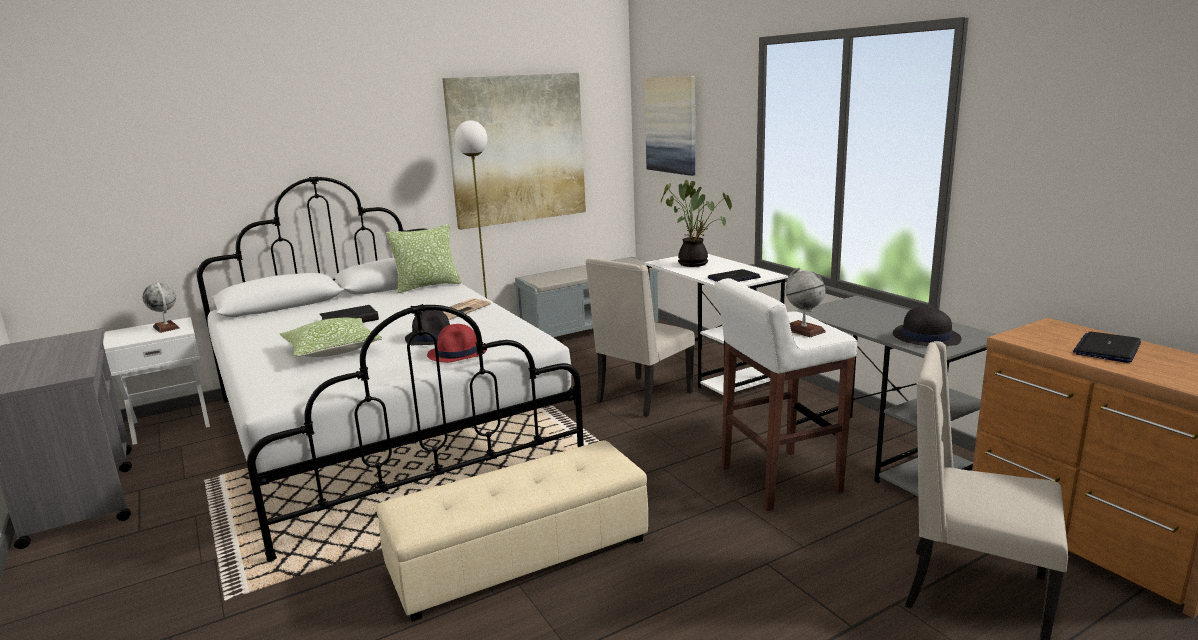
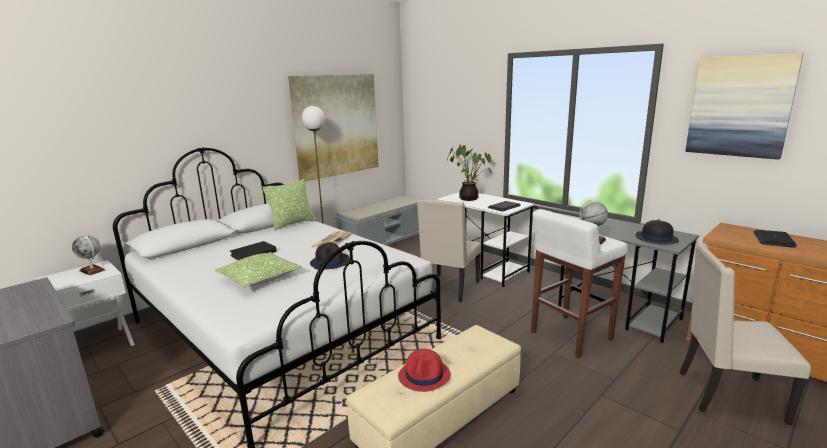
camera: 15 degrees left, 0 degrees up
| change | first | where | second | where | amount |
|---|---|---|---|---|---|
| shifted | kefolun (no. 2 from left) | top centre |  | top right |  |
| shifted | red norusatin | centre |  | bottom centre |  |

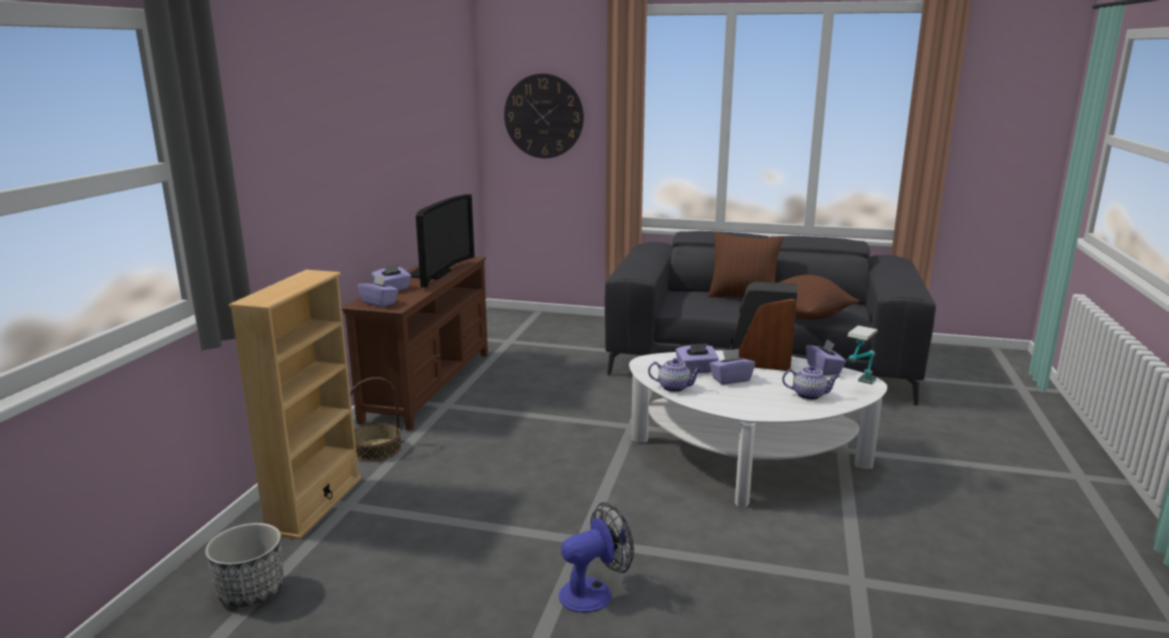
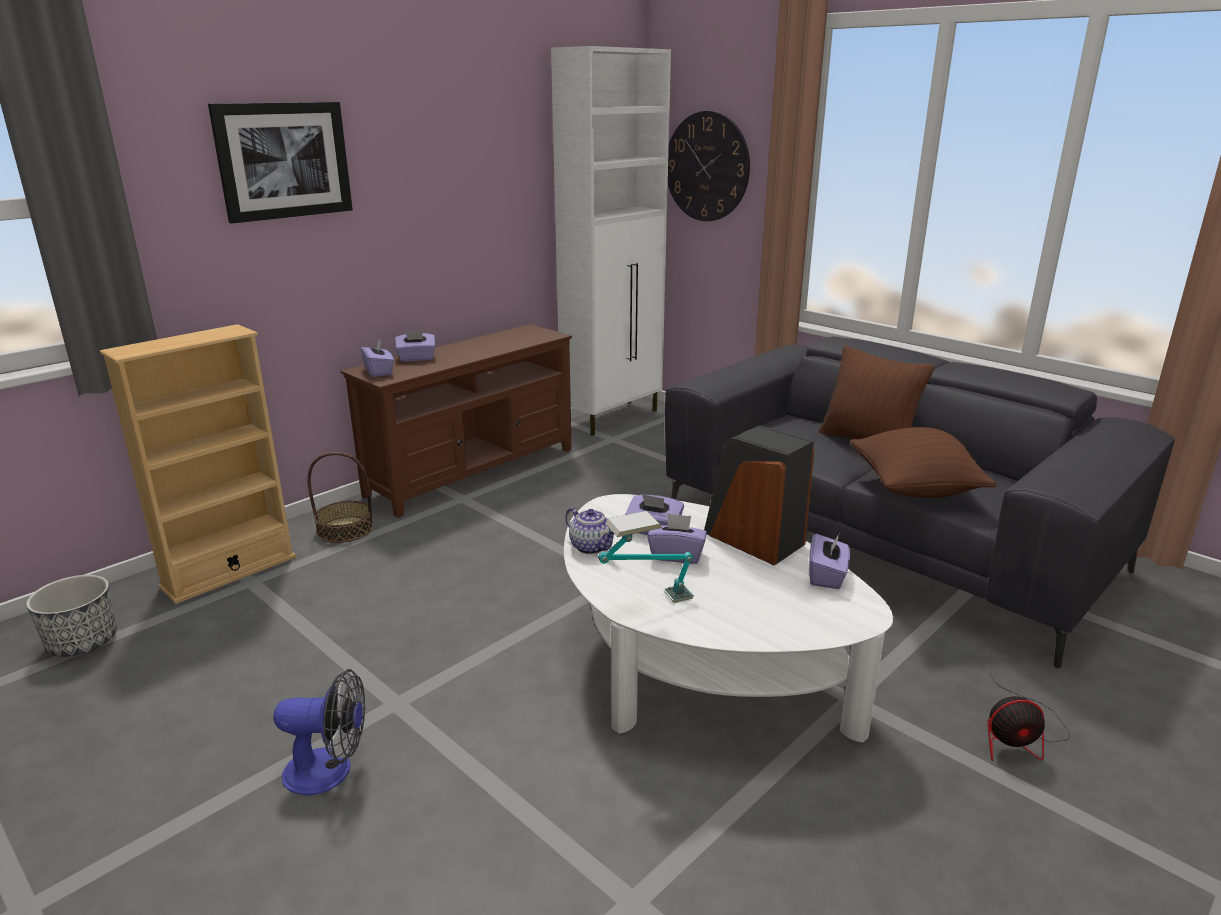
camera: 30 degrees right, 5 degrees up
| change | first | where | second | where | amount |
|---|---|---|---|---|---|
| gone | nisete | centre |  |  |  |
| shifted | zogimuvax | middle right |  | centre |  |
| gone | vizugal (no. 2 from left) | middle right |  |  |  |
| new |  |  | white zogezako | top centre |  |
| new |  |  | kefolun | top left |  |
| new |  |  | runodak (no. 2 from left) | bottom right |  |

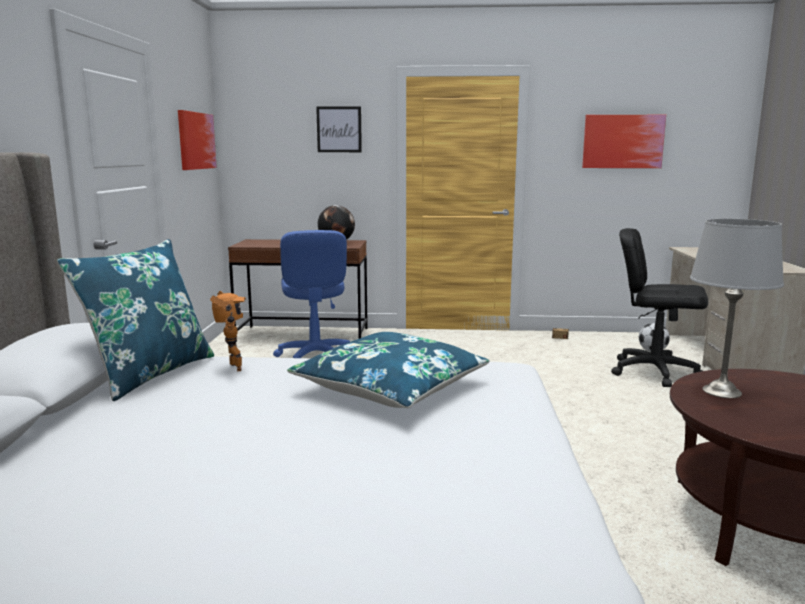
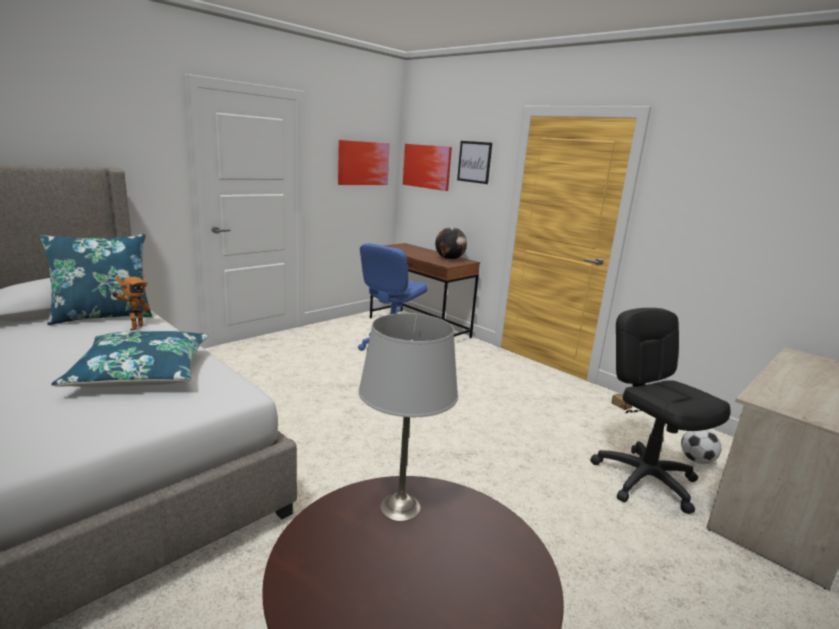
camera: 40 degrees right, 5 degrees up
| change | first | where | second | where | amount |
|---|---|---|---|---|---|
| shifted | kefolun (no. 3 from left in the first image) | top right | kefolun (no. 2 from left) | top centre |  |

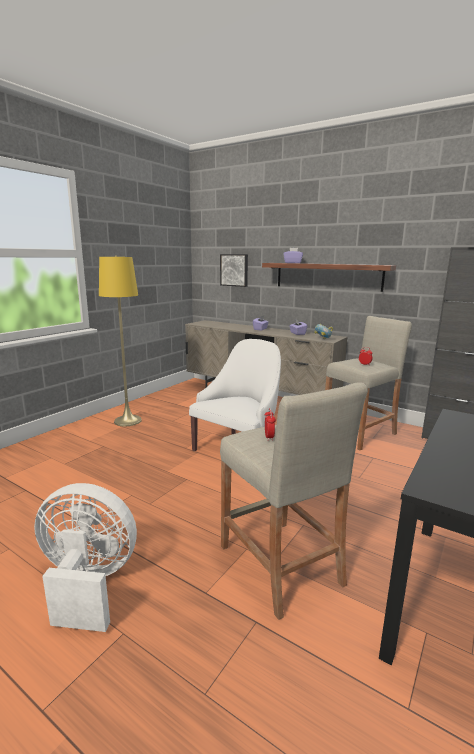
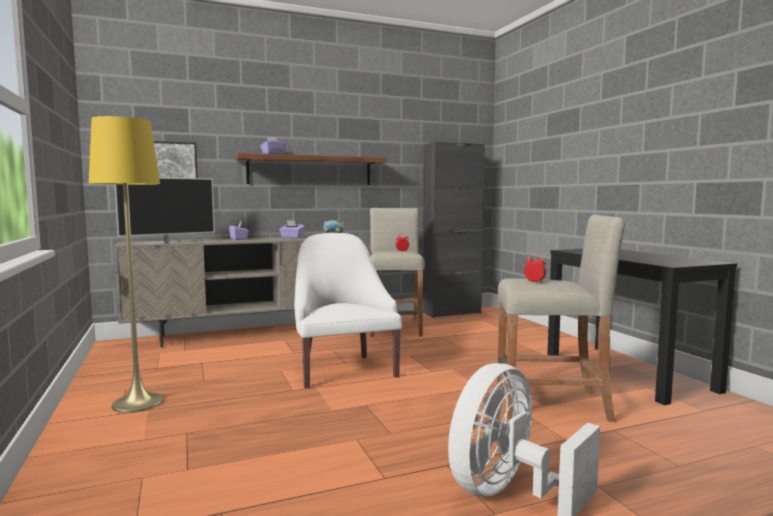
camera: 55 degrees left, 10 degrees down
| change | first | where | second | where | amount |
|---|---|---|---|---|---|
| new |  |  | nisete | middle left |  |

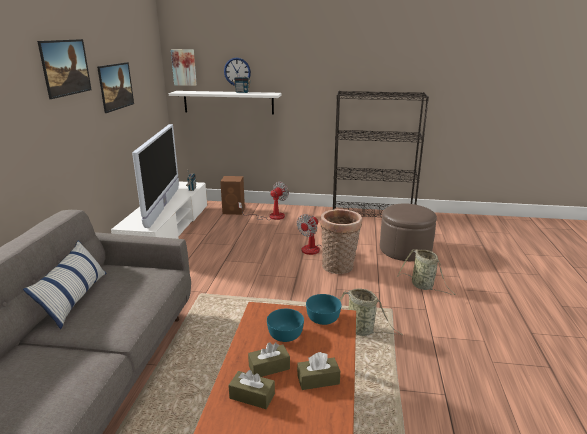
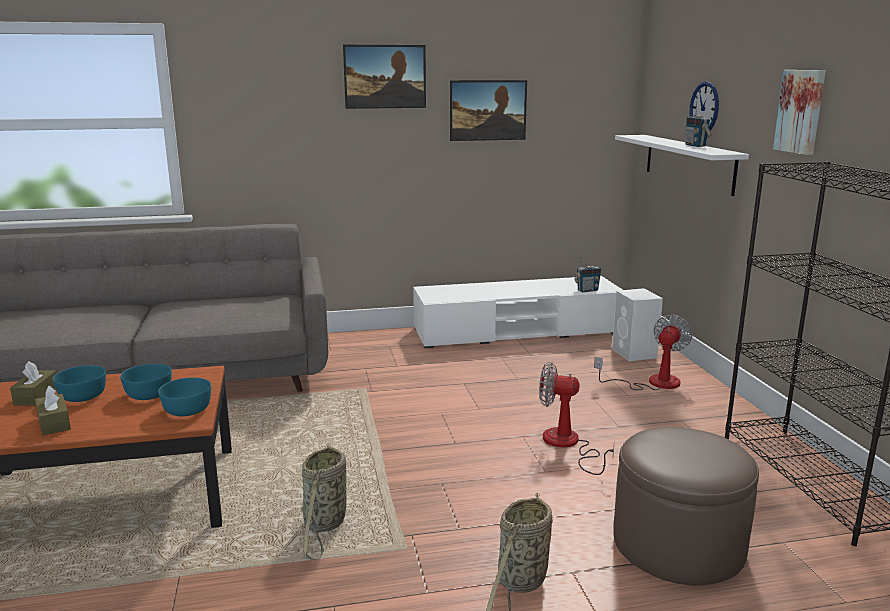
camera: 70 degrees right, 5 degrees down
| change | first | where | second | where | amount |
|---|---|---|---|---|---|
| shifted | kefolun (no. 3 from left) | top left |  | top right |  |
| gone | nisete | middle left |  |  |  |
| repainted | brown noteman | centre | white noteman | middle right |  |
| rotated | runodak (no. 1 from left in the first image) | centre | runodak (no. 2 from left) | middle right | 75 degrees counterclockwise |
| gone | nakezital (no. 1 from left) | centre |  |  |  |
| gone | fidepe | middle left |  |  |  |
| swapped | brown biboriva (no. 2 from left) | bottom centre | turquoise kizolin (no. 1 from left) | middle left |  |

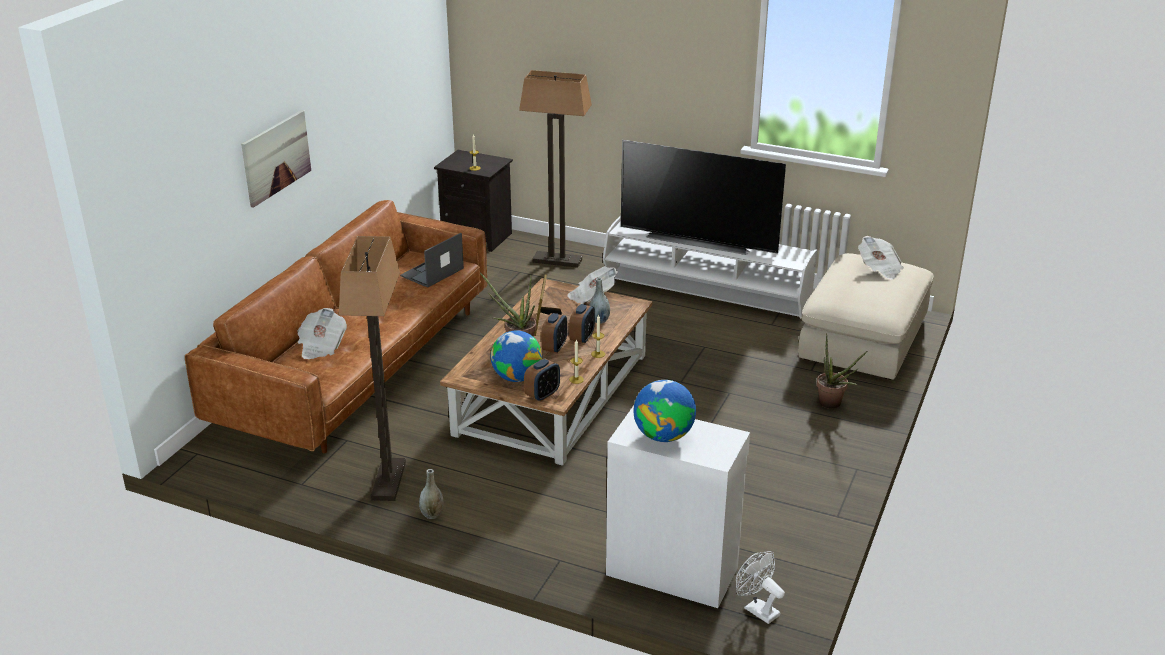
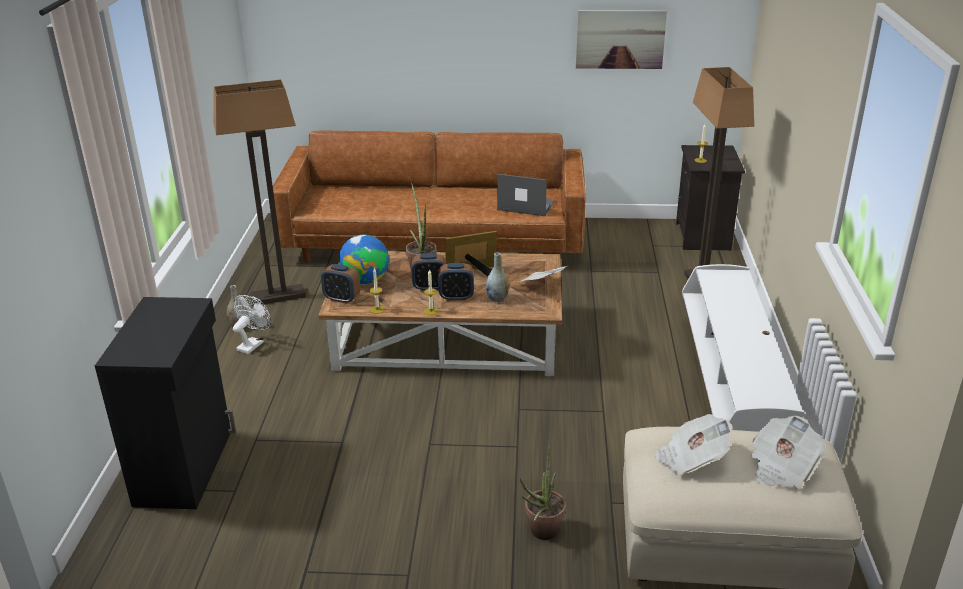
camera: 70 degrees right, 0 degrees up
| change | first | where | second | where | amount |
|---|---|---|---|---|---|
| shifted | kefolun | top left |  | top centre |  |
| gone | nisete | top centre |  |  |  |
| shifted | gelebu (no. 1 from left in the first image) | middle left | gelebu (no. 2 from left) | bottom right |  |
| gone | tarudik (no. 2 from left) | centre |  |  |  |
| repainted | white zogezako | bottom centre | black zogezako | bottom left |  |
| shifted | white runodak | bottom centre |  | middle left |  |

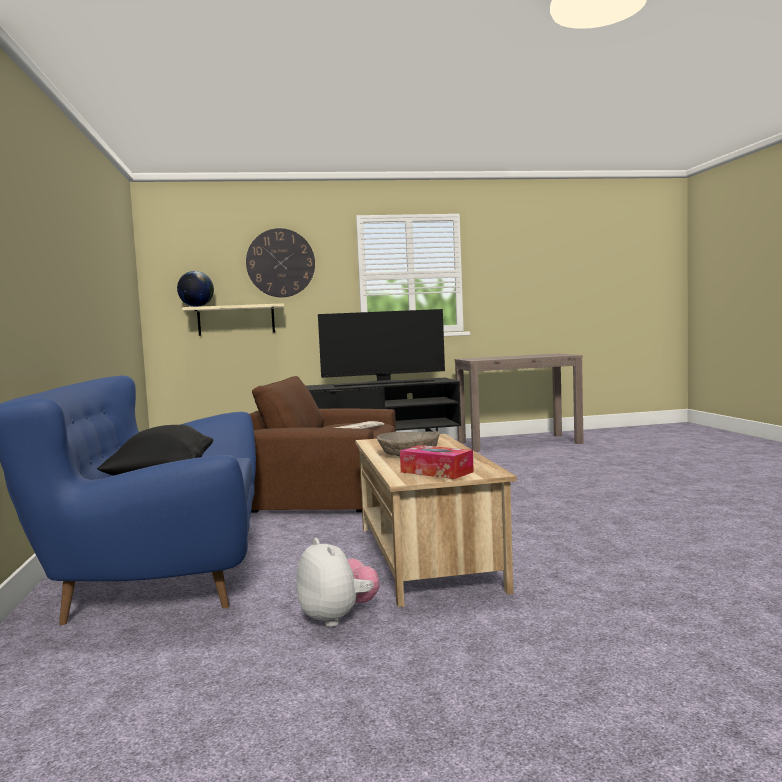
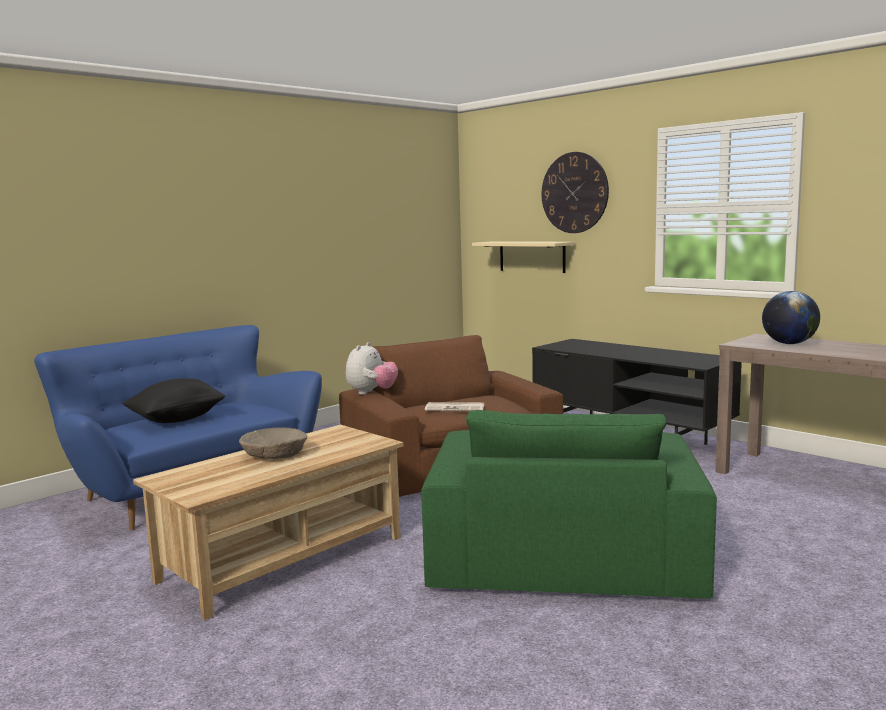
camera: 55 degrees right, 5 degrees up
| change | first | where | second | where | amount |
|---|---|---|---|---|---|
| shifted | tarudik | middle left |  | middle right |  |
| gone | nisete | centre |  |  |  |
| gone | biboriva | centre |  |  |  |
| shifted | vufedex | bottom centre |  | centre |  |
| new |  |  | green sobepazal | bottom centre |  |

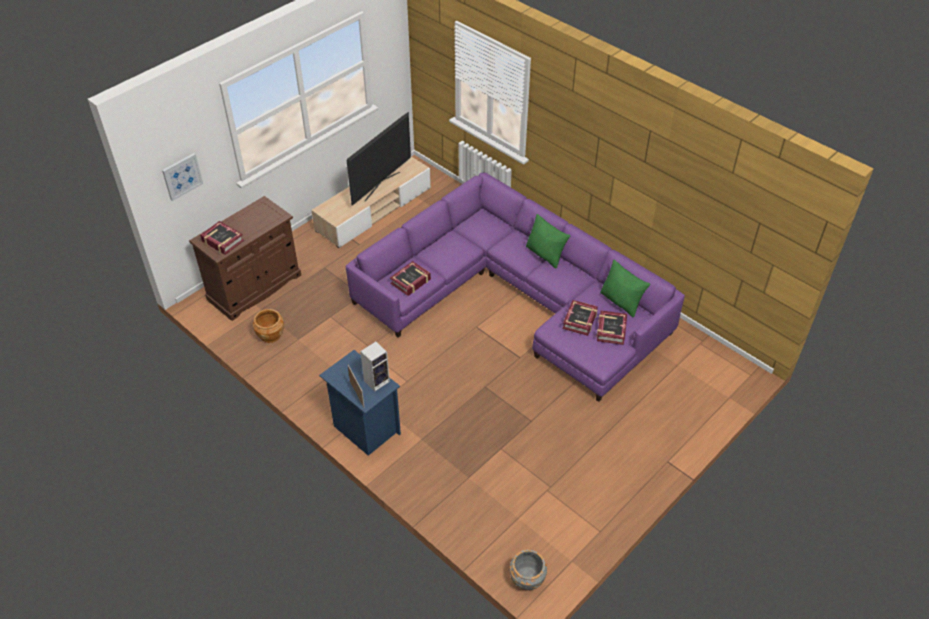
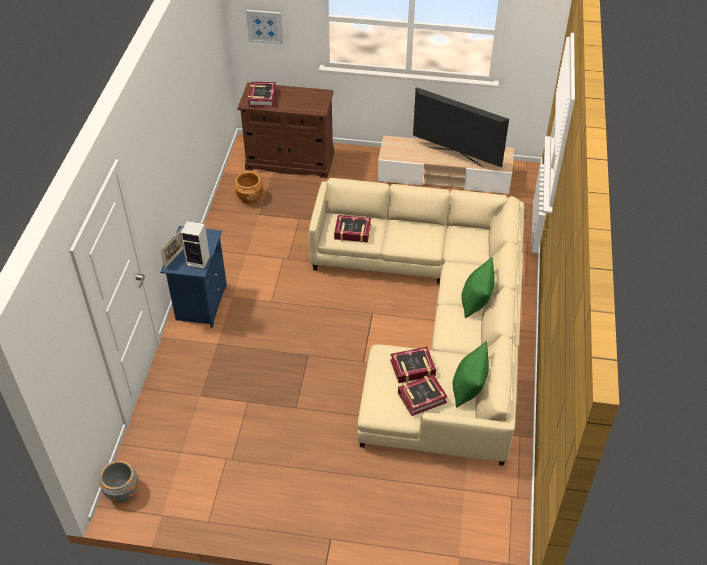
camera: 55 degrees right, 0 degrees up
| change | first | where | second | where | amount |
|---|---|---|---|---|---|
| rotated | nisete | top centre |  | top centre | 150 degrees counterclockwise |
| repainted | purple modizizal | centre | beige modizizal | centre |  |

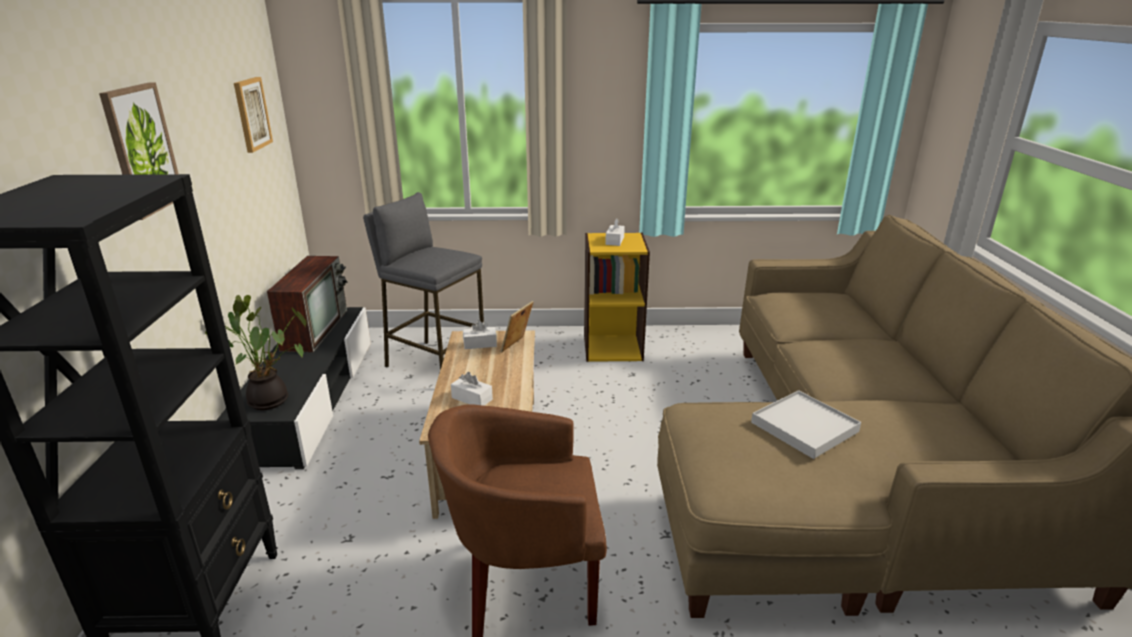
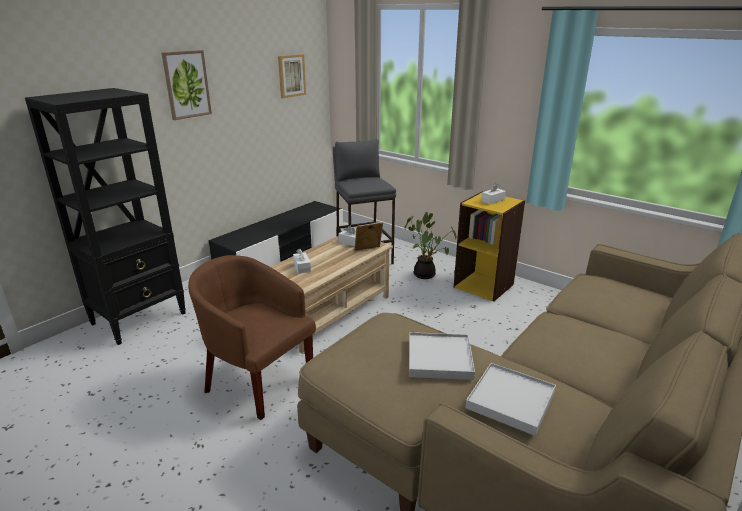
camera: 40 degrees right, 0 degrees up
| change | first | where | second | where | amount |
|---|---|---|---|---|---|
| gone | nisete | middle left |  |  |  |
| shifted | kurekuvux | middle left |  | centre |  |
| new |  |  | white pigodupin (no. 2 from left) | bottom right |  |

